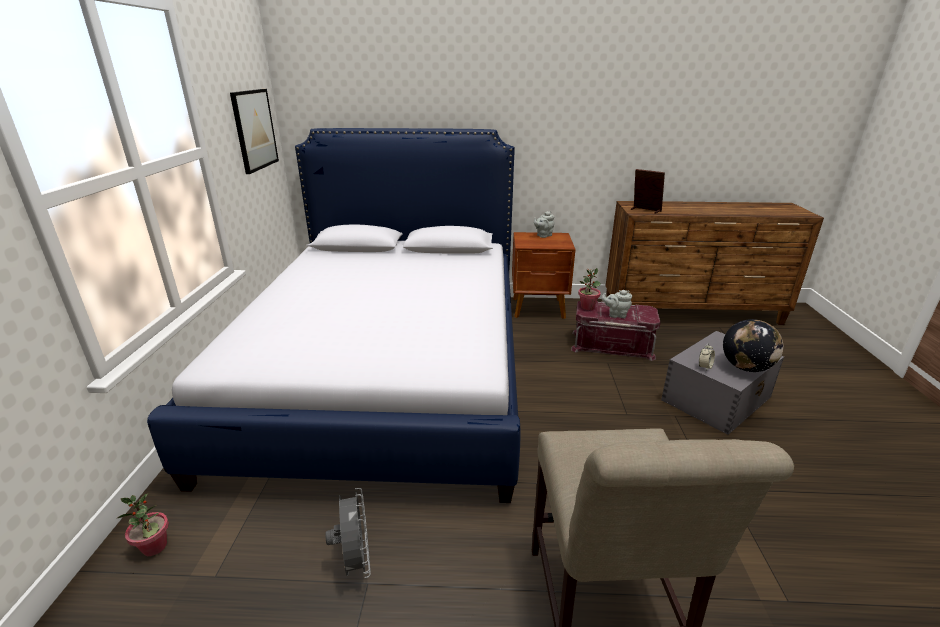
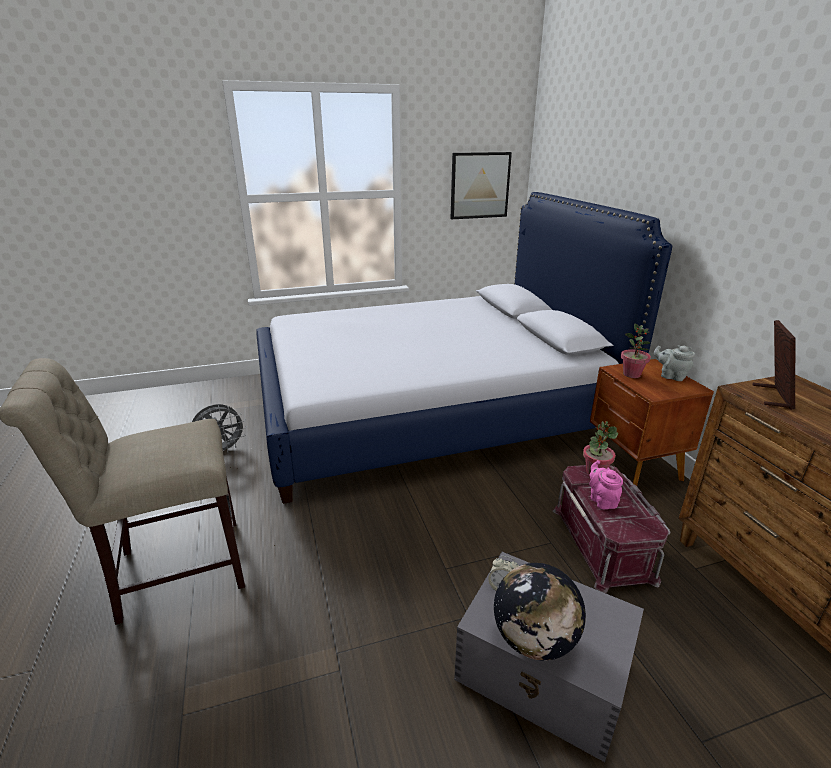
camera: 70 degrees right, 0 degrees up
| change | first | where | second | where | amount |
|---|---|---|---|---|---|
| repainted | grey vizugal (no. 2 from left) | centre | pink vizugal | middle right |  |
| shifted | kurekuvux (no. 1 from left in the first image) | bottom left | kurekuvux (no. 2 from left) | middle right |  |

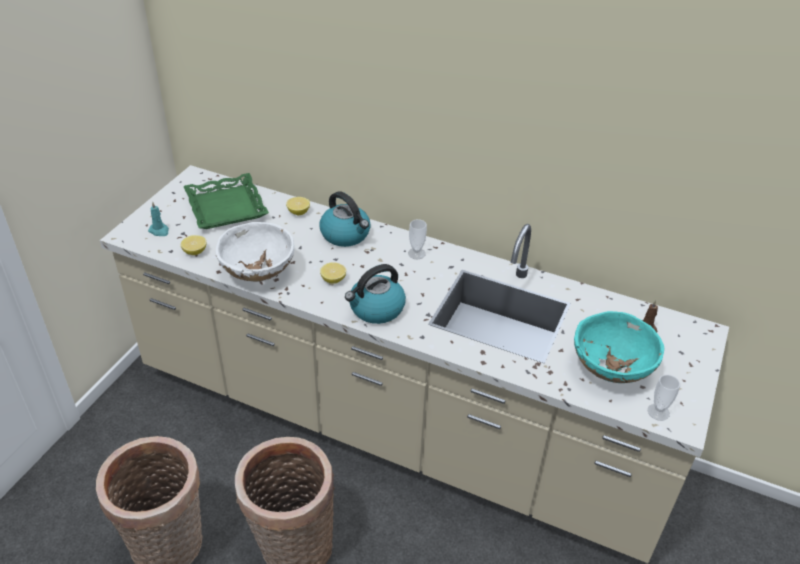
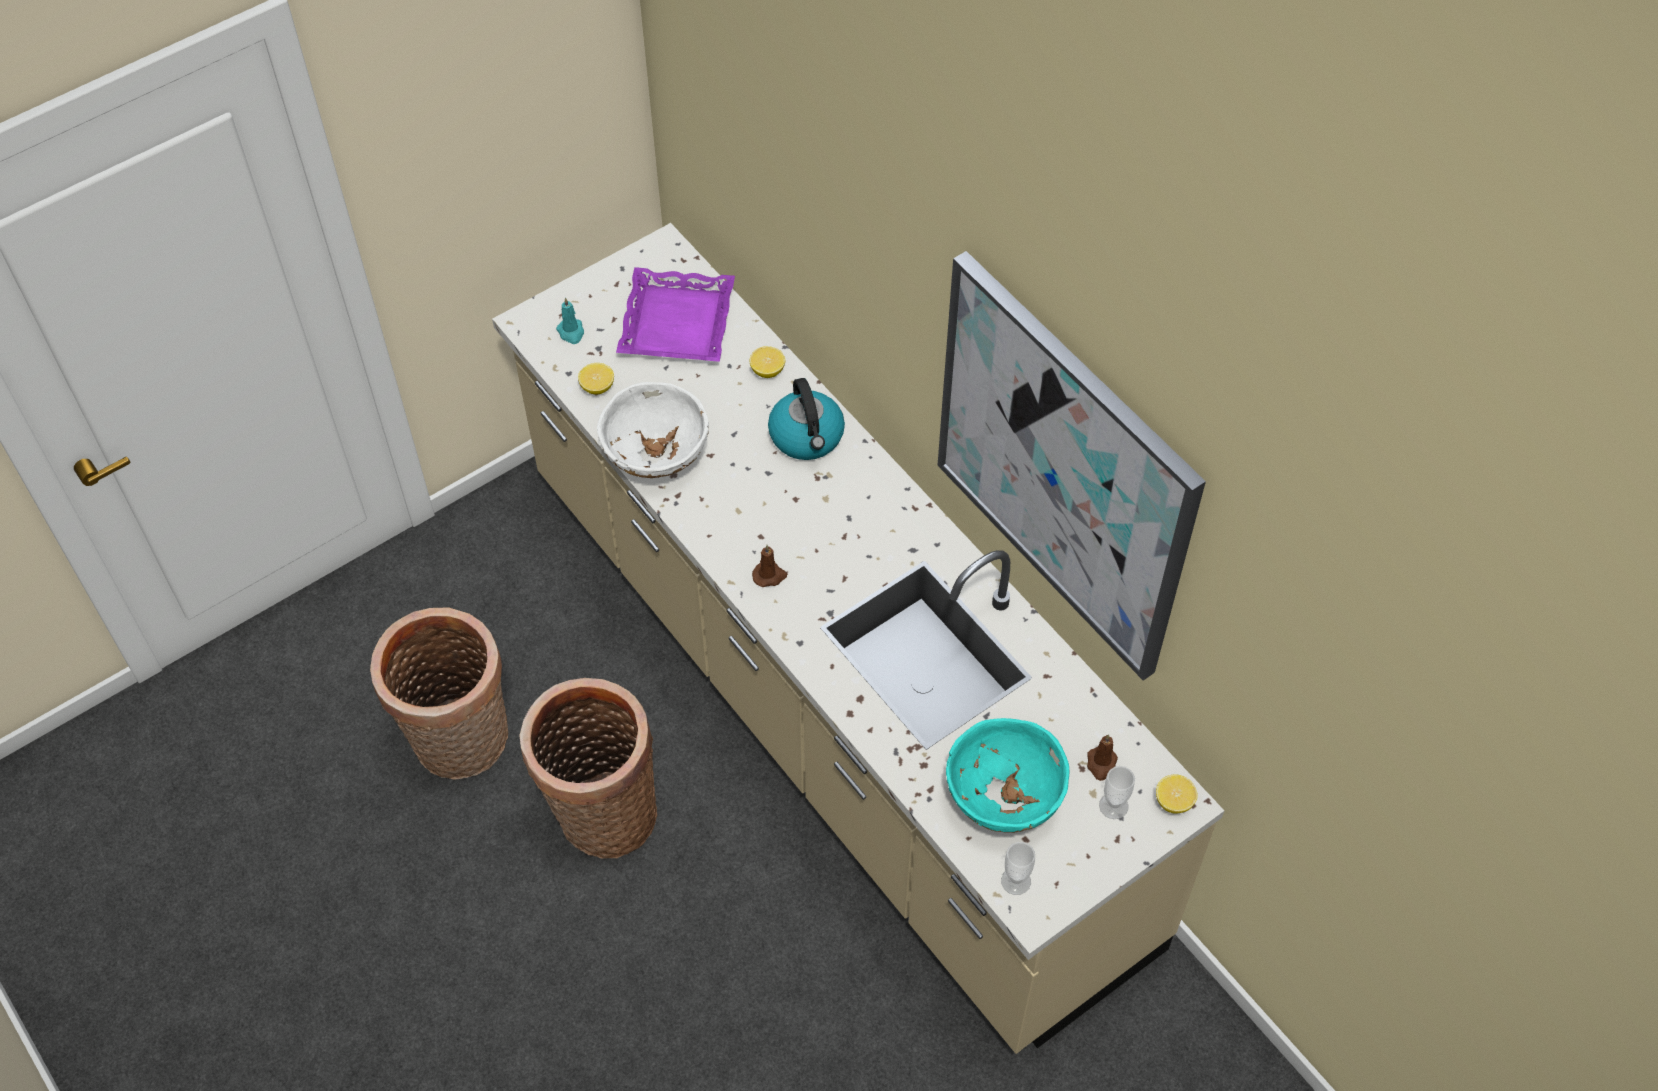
camera: 30 degrees right, 15 degrees up
| change | first | where | second | where | amount |
|---|---|---|---|---|---|
| repainted | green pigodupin | middle left | purple pigodupin | top centre |  |
| shifted | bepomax (no. 1 from left in the first image) | centre | bepomax (no. 2 from left) | bottom right |  |
| shifted | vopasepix (no. 3 from left) | centre |  | bottom right |  |
| swapped | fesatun (no. 2 from left) | centre | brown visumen (no. 1 from left) | centre |  |
| new |  |  | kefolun | centre |  |

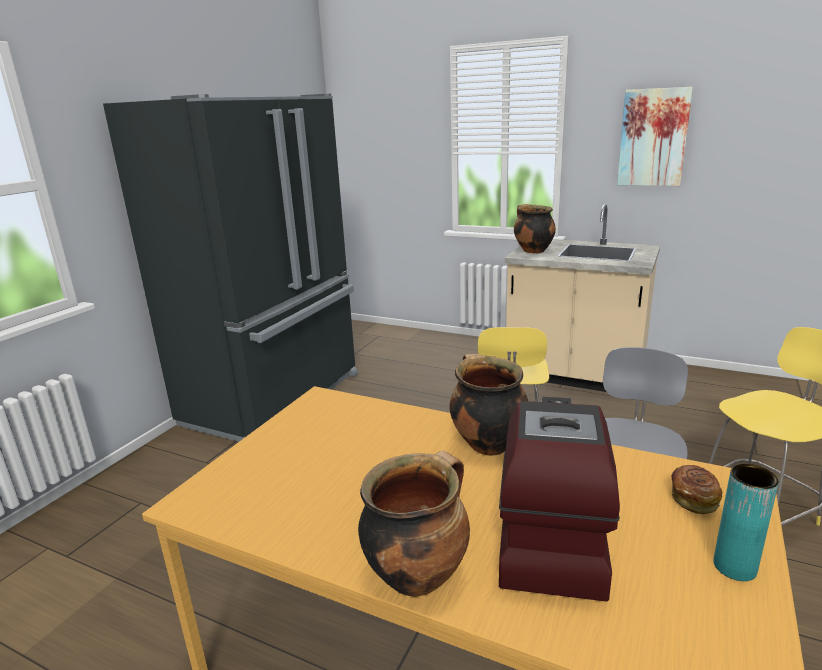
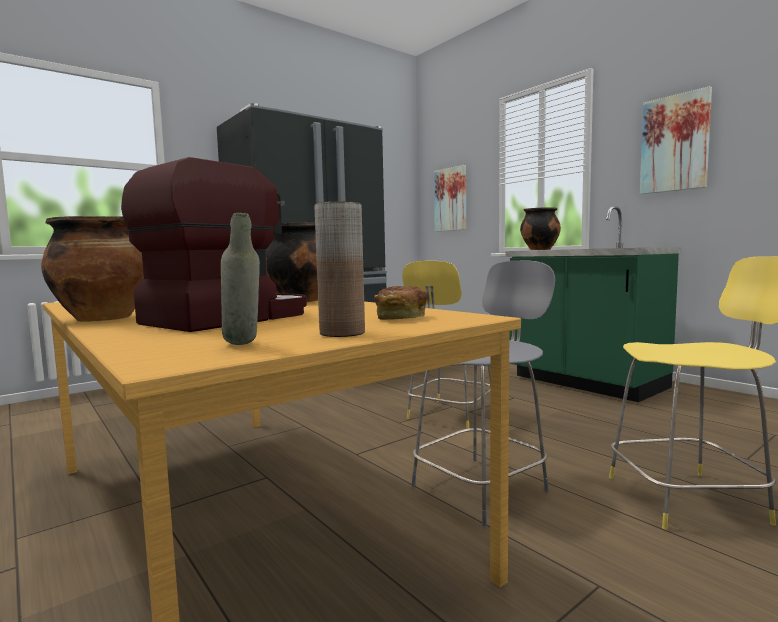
camera: 25 degrees right, 15 degrees down
| change | first | where | second | where | amount |
|---|---|---|---|---|---|
| repainted | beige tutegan | middle right | green tutegan | middle right |  |
| repainted | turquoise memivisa | bottom right | brown memivisa | centre |  |
| new |  |  | kefolun (no. 1 from left) | top centre |  |
| new |  |  | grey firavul | middle left |  |

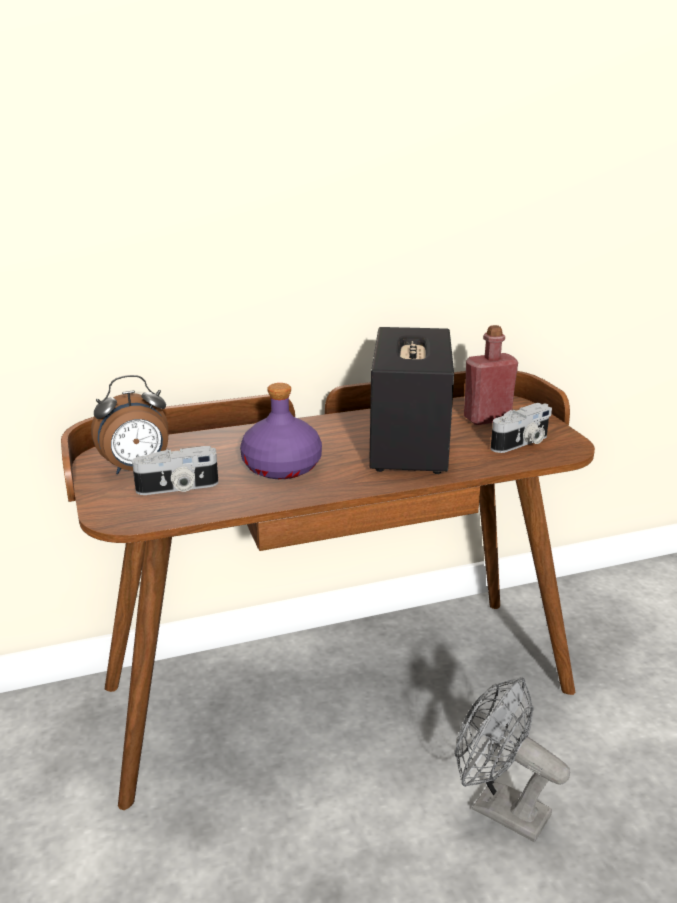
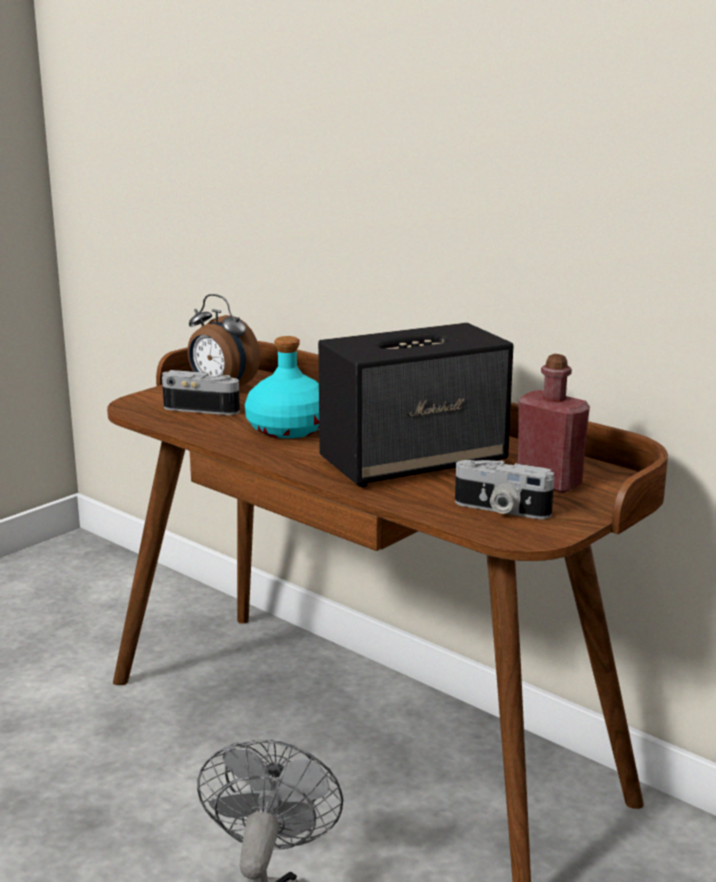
camera: 60 degrees right, 5 degrees down
| change | first | where | second | where | amount |
|---|---|---|---|---|---|
| repainted | purple firavul | centre | turquoise firavul | centre |  |
| rotated | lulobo (no. 1 from left) | middle left |  | middle left | 150 degrees clockwise |

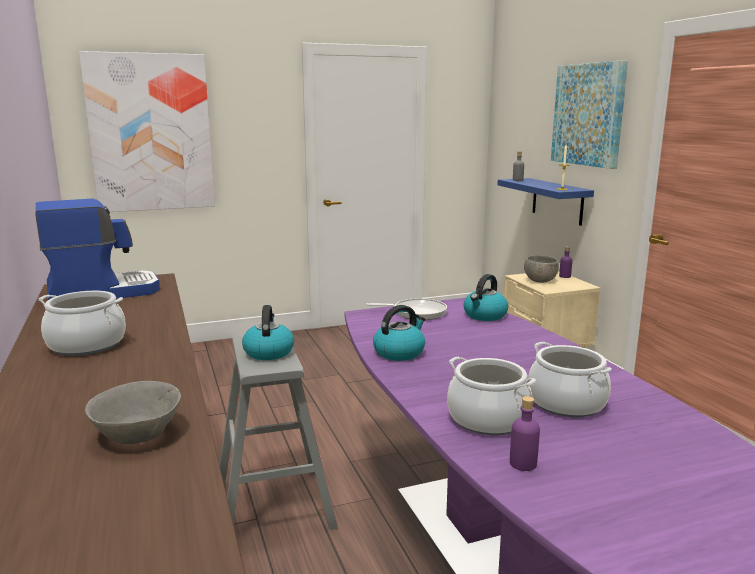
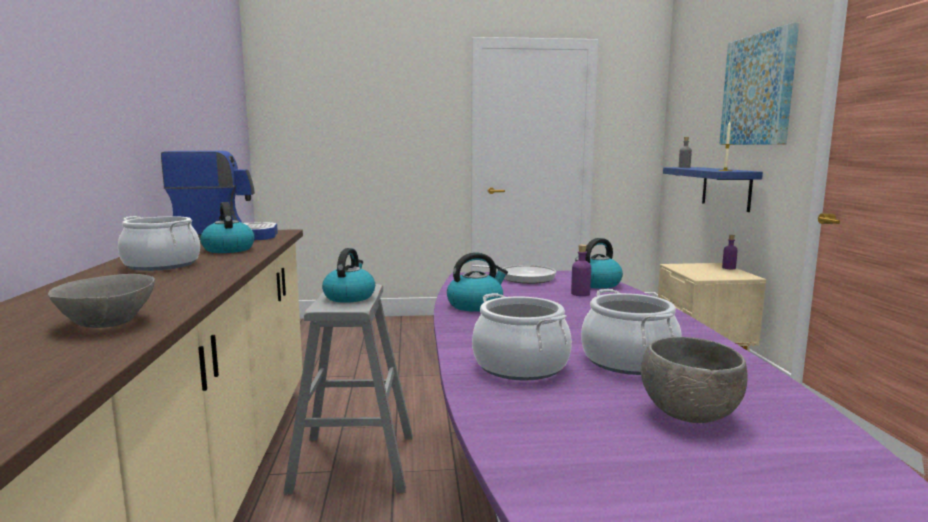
camera: 15 degrees right, 5 degrees down
| change | first | where | second | where | amount |
|---|---|---|---|---|---|
| gone | kefolun (no. 1 from left) | top left |  |  |  |
| shifted | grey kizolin (no. 2 from left) | middle right |  | bottom right |  |
| shifted | purple firavul (no. 1 from left) | bottom right |  | centre |  |
| new |  |  | fesatun (no. 1 from left) | middle left |  |

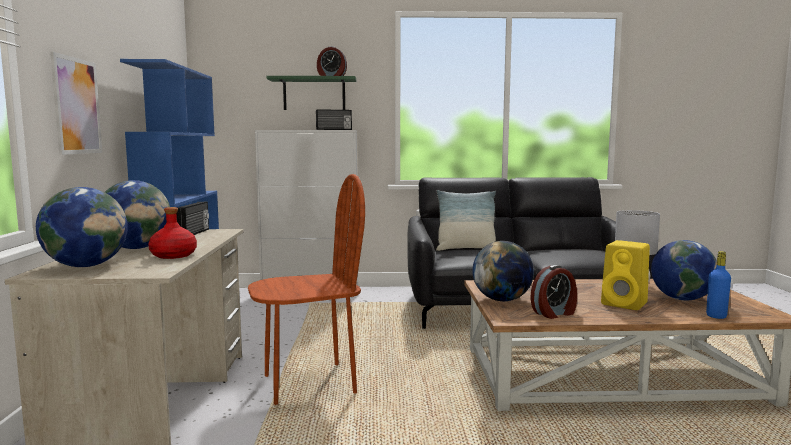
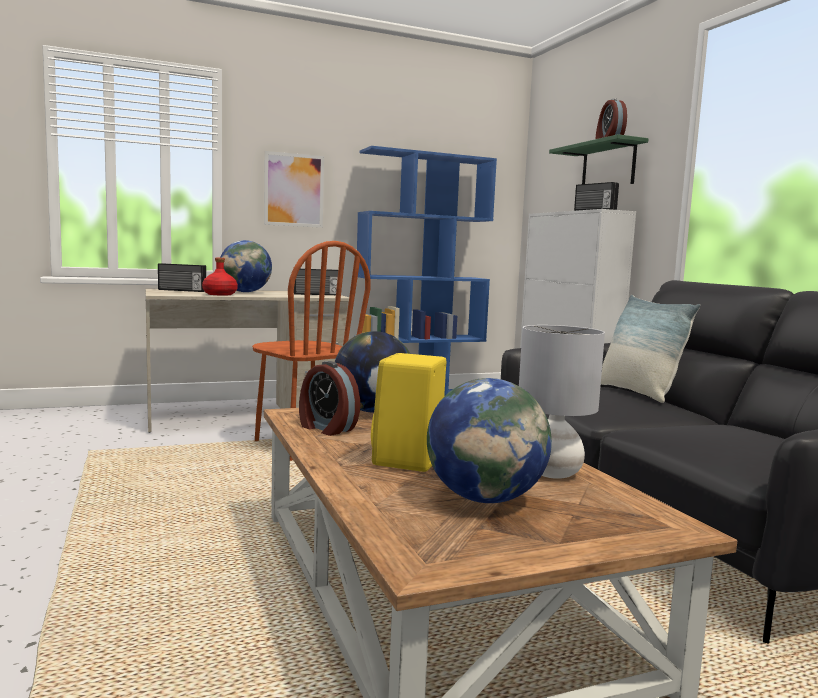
camera: 70 degrees right, 0 degrees up
| change | first | where | second | where | amount |
|---|---|---|---|---|---|
| swapped | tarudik (no. 1 from left) | middle left | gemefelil (no. 1 from left) | middle left |  |
| gone | blue firavul | middle right |  |  |  |

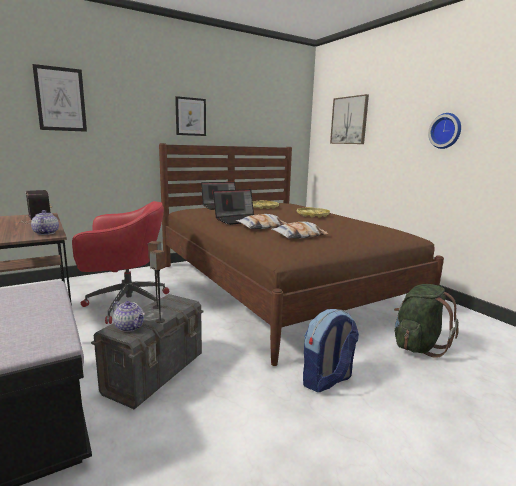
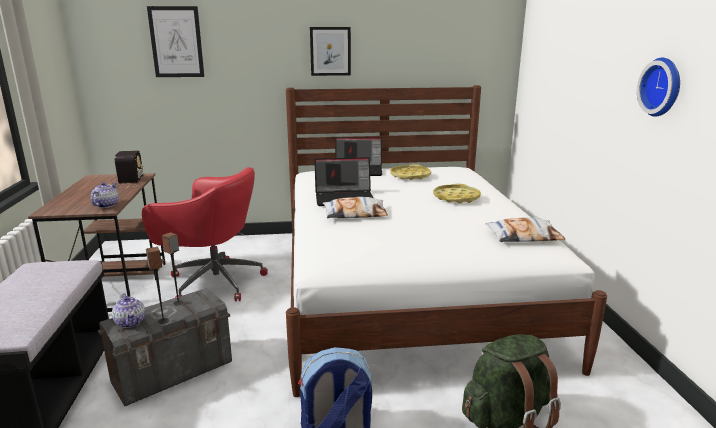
camera: 25 degrees right, 5 degrees up
| change | first | where | second | where | amount |
|---|---|---|---|---|---|
| gone | kefolun (no. 3 from left) | top right |  |  |  |
| repainted | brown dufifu | centre | white dufifu | centre |  |
| shifted | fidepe (no. 2 from left) | centre |  | middle right |  |

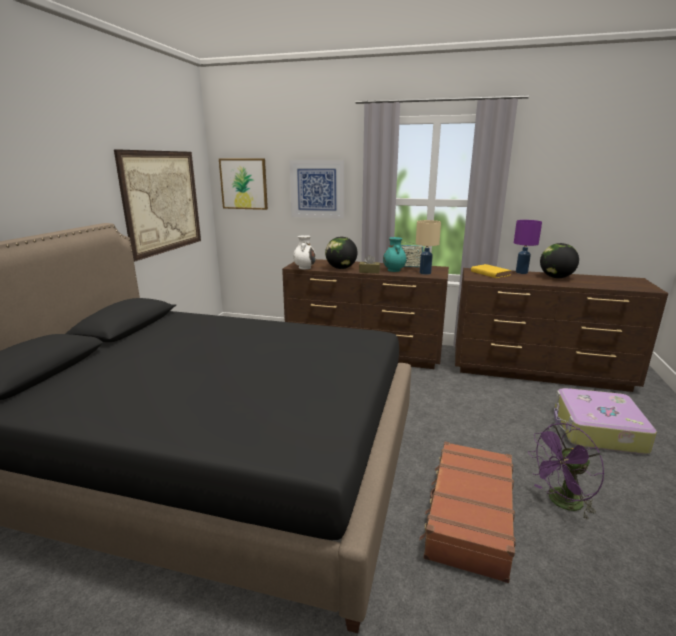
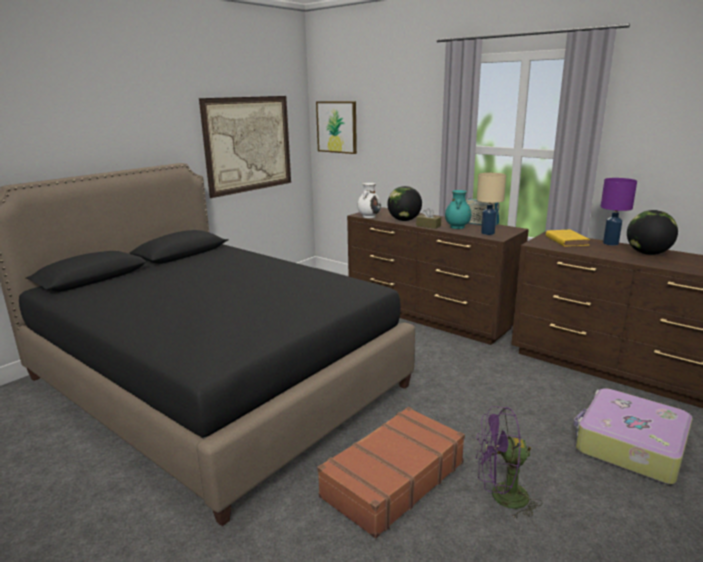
camera: 25 degrees right, 0 degrees up
| change | first | where | second | where | amount |
|---|---|---|---|---|---|
| gone | kefolun (no. 3 from left) | top centre |  |  |  |

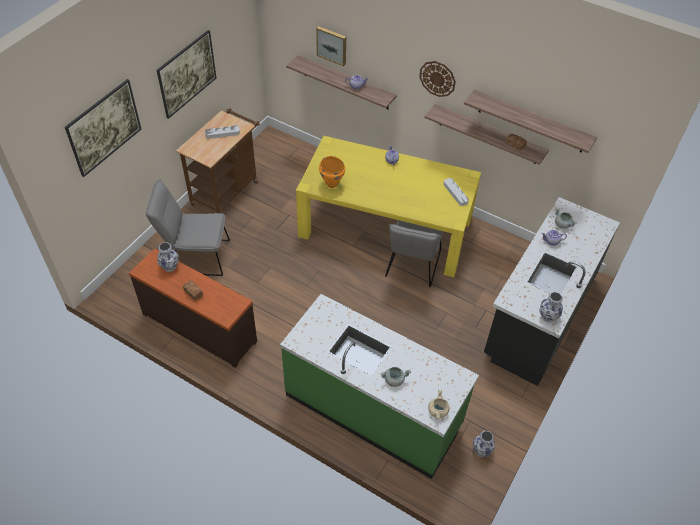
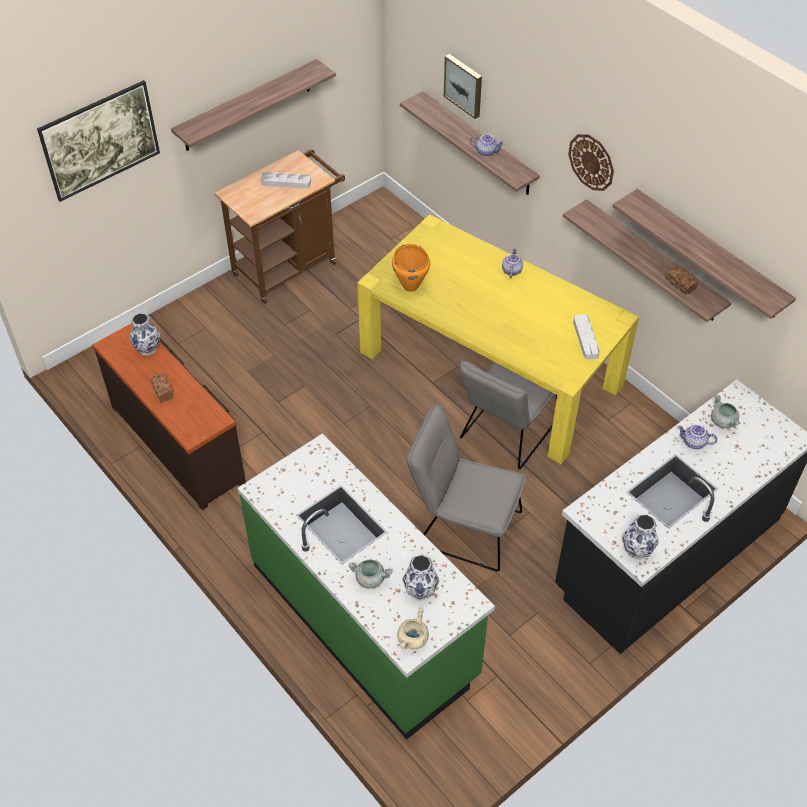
camera: 20 degrees right, 0 degrees up
| change | first | where | second | where | amount |
|---|---|---|---|---|---|
| swapped | kefolun (no. 2 from left) | top left | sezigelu (no. 1 from left) | top left |  |
| shifted | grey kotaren (no. 1 from left) | middle left |  | centre |  |
| shifted | memivisa (no. 2 from left) | bottom right |  | bottom centre |  |

